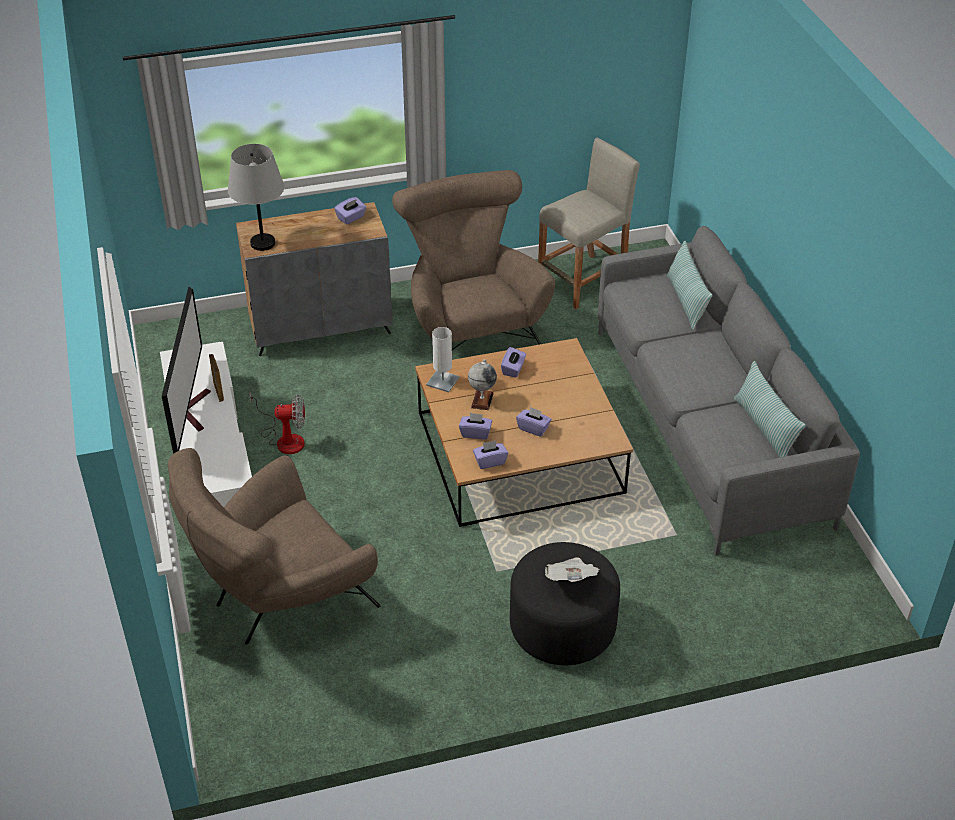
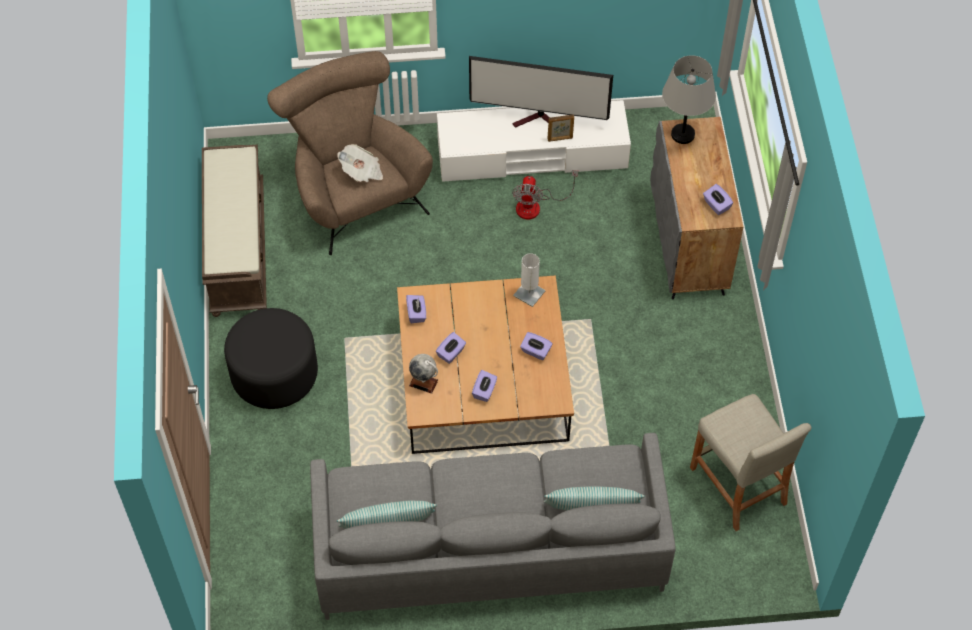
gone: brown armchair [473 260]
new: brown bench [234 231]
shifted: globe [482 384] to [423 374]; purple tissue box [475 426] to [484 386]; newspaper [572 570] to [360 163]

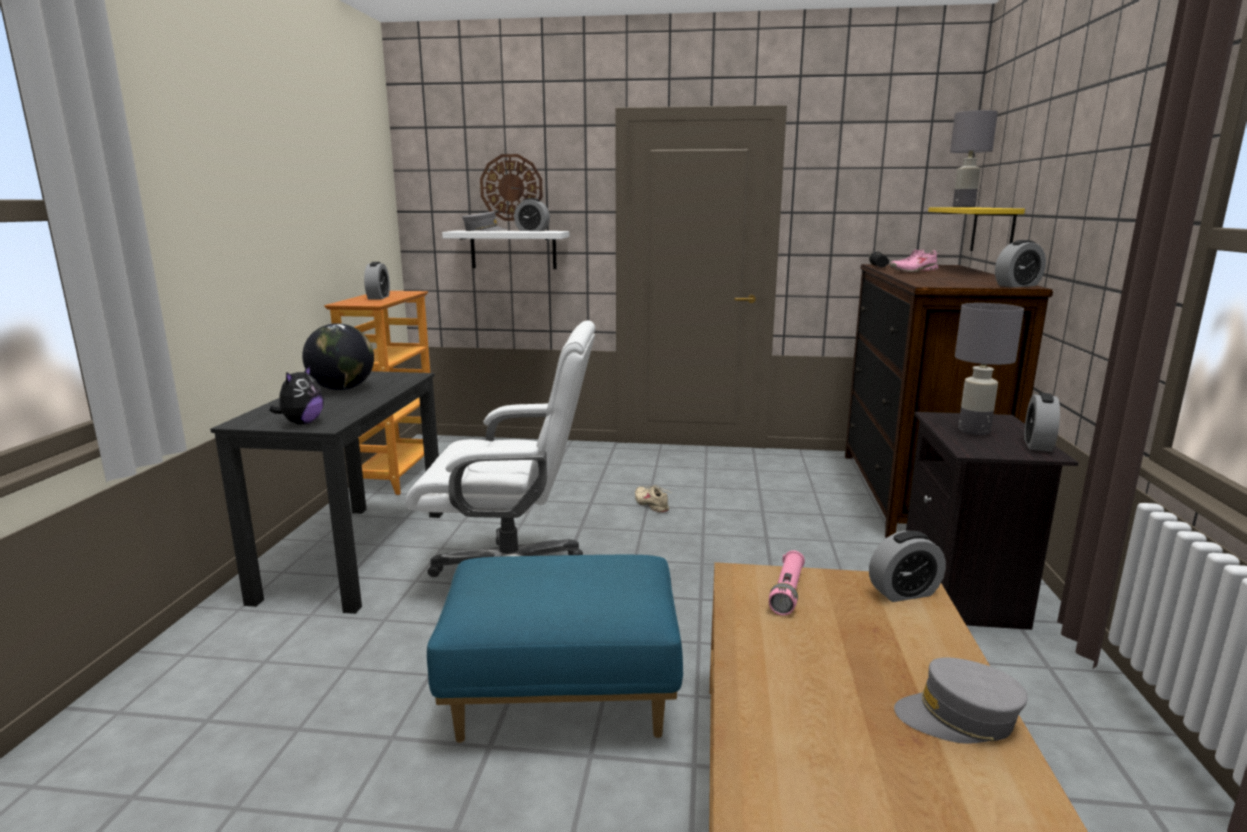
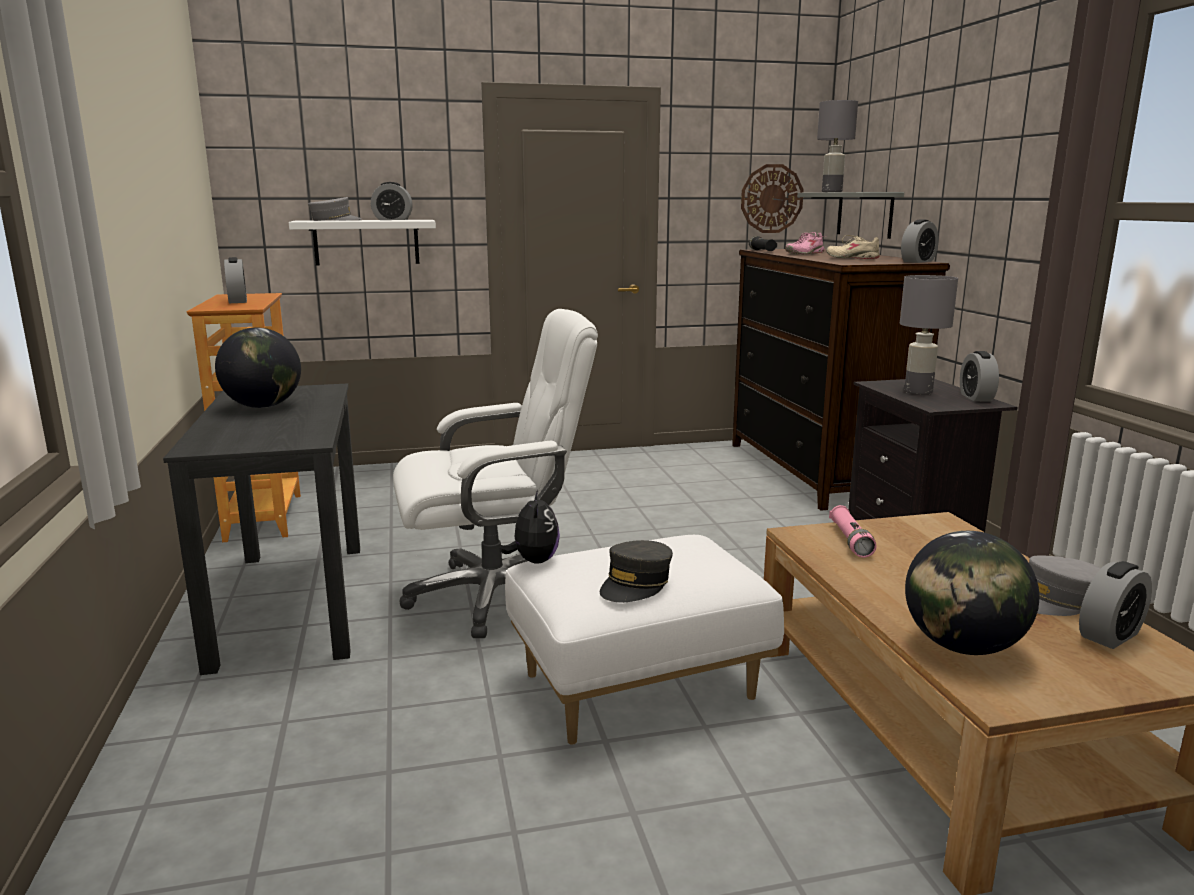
new: globe [972 593]; grey cap [636 571]
shifted: wall clock [511 187] to [772 198]; plush toy [296 395] to [529 527]; beige shoe [652 498] to [853 247]; alarm clock [907 566] to [1115 605]
repainted: yellow shelf [976 229] to grey shelf [850 215]; blue ottoman [555 649] to white ottoman [644 640]

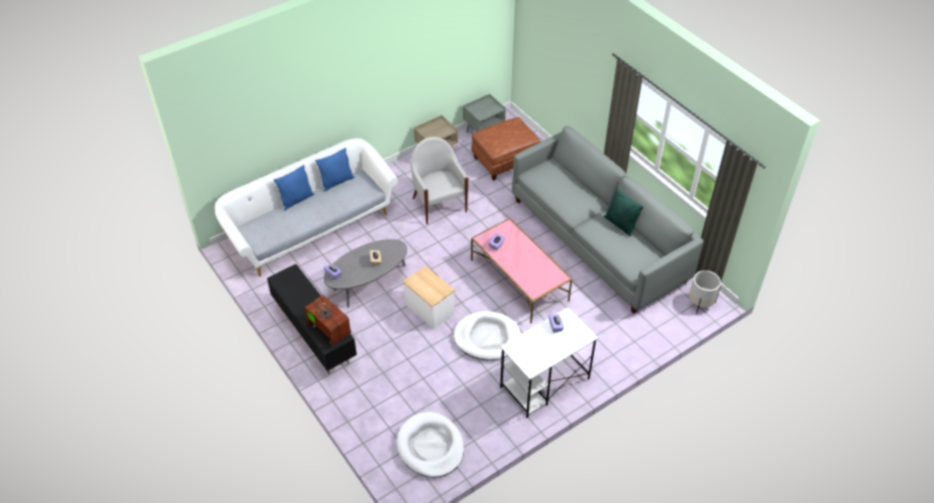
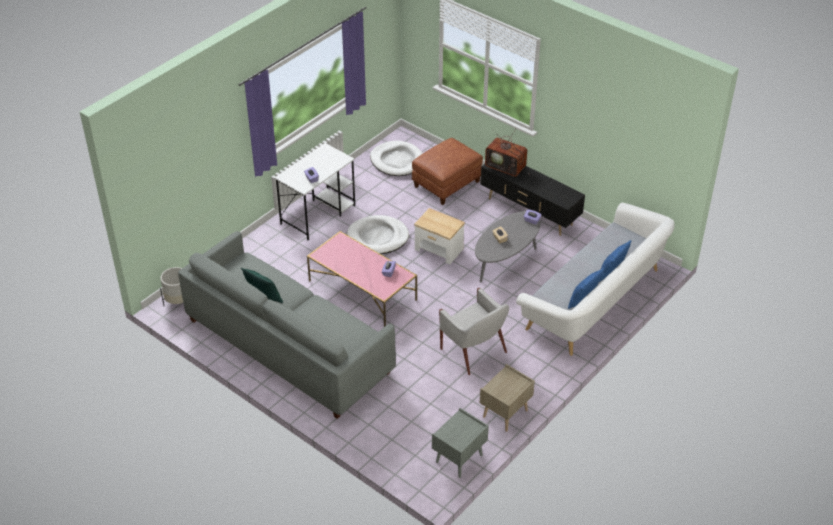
shifted: brown ottoman [505 149] to [447 171]

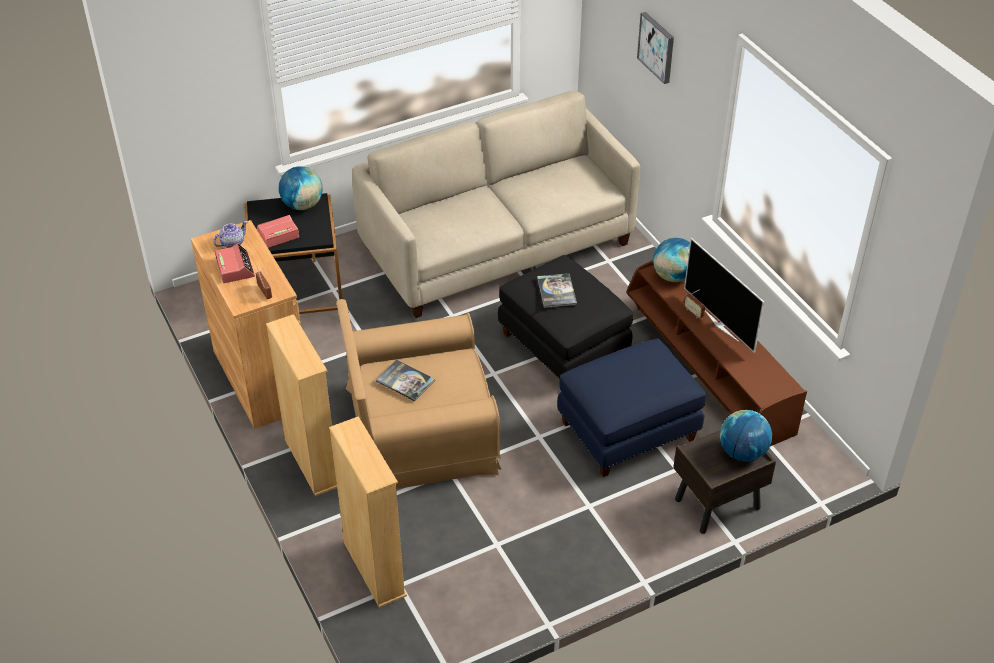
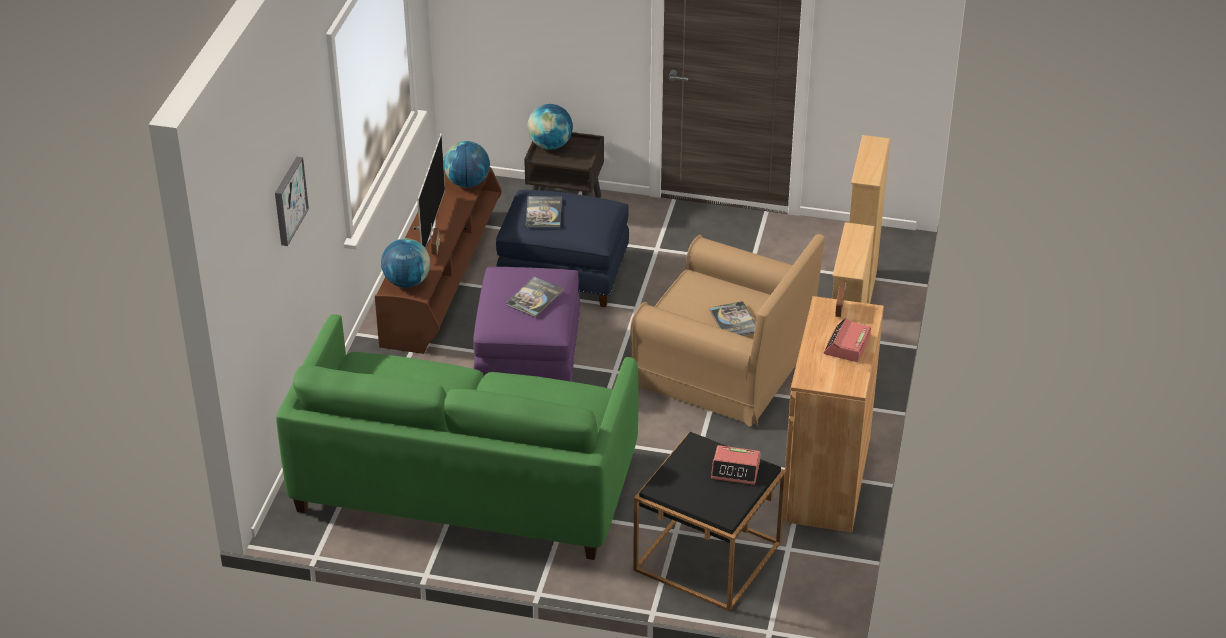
gone: teapot [230 234]
new: book [544 211]
shifted: globe [300 188] to [466 164]
repainted: beige sofa [496 204] to green sofa [457 437]; black ottoman [565 317] to purple ottoman [526 324]

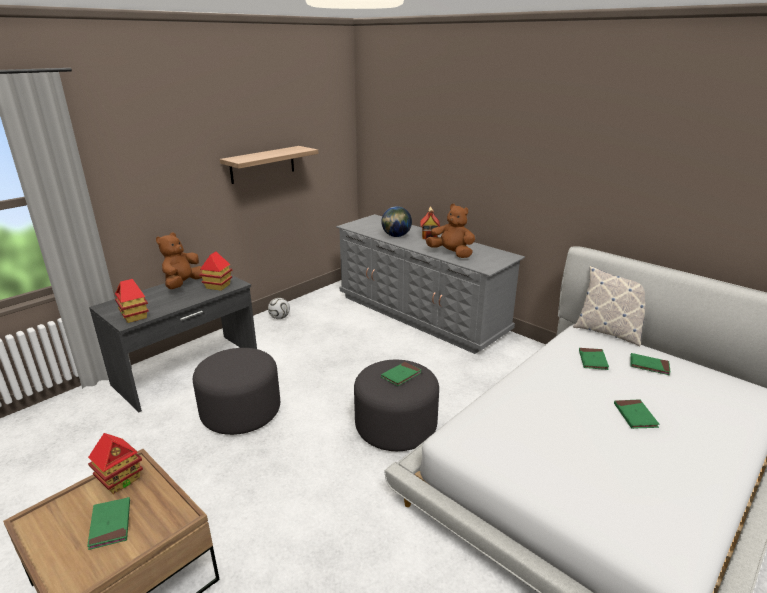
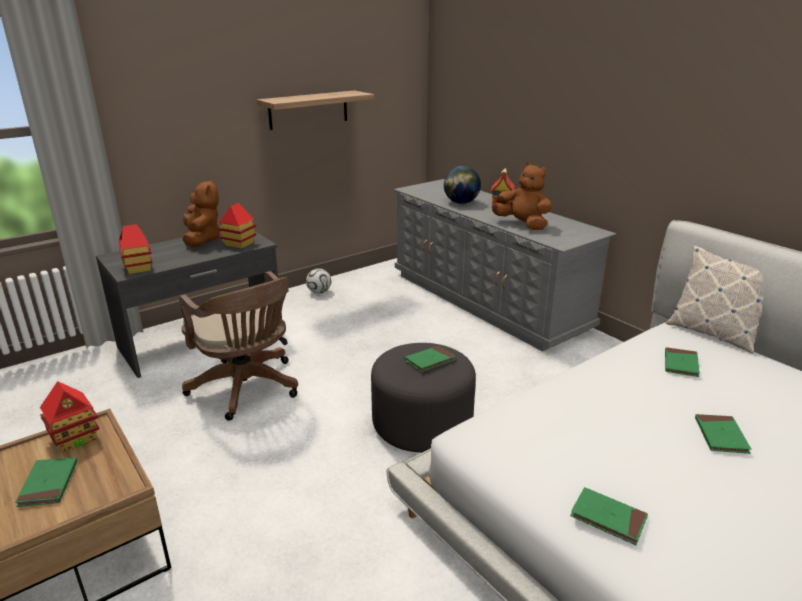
shifted: green book [650 364] to [609 516]
swapped: grey ottoman [236 391] to brown office chair [238 346]
rotated: brown plush toy [179 261] = [202 213] 135 degrees clockwise

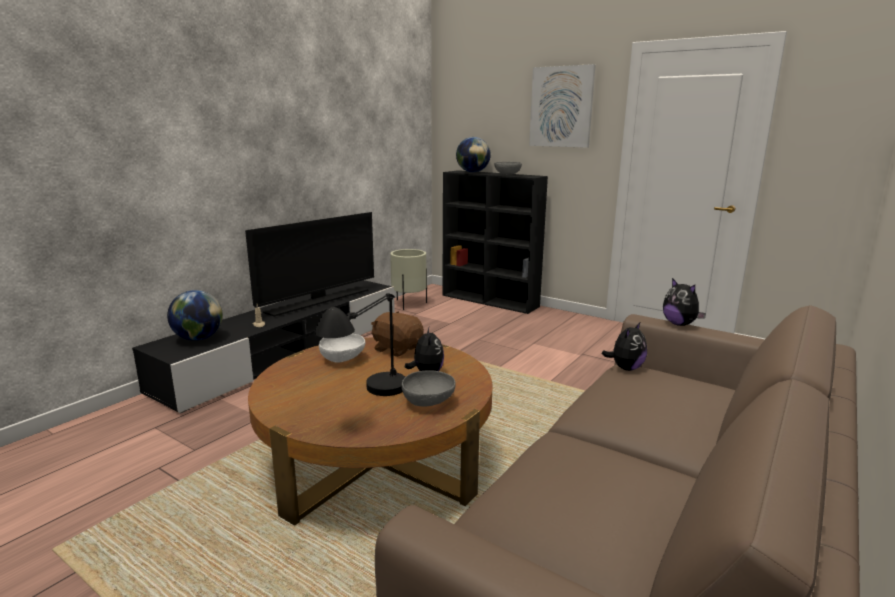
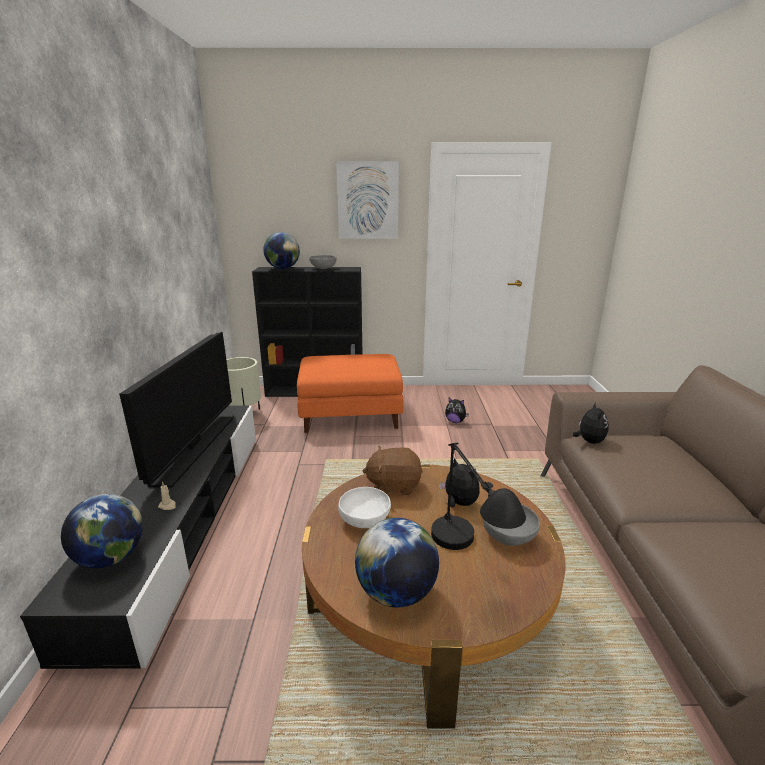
new: orange ottoman [350 393]; globe [397 562]
shifted: plush toy [684 302] to [457 410]

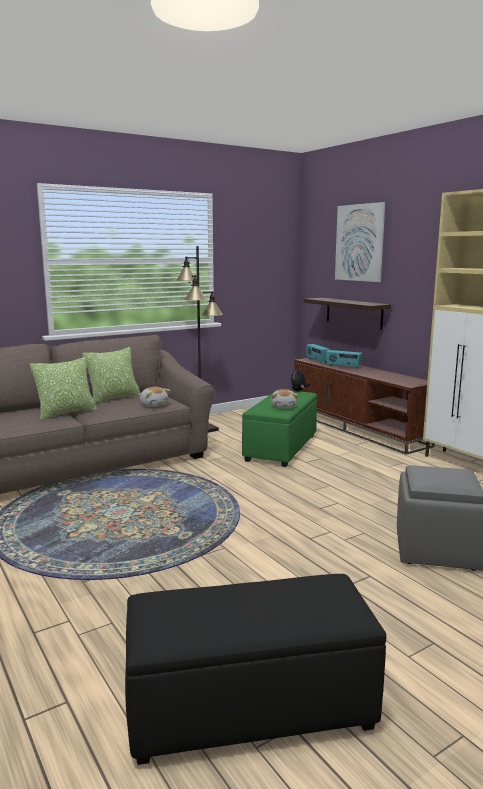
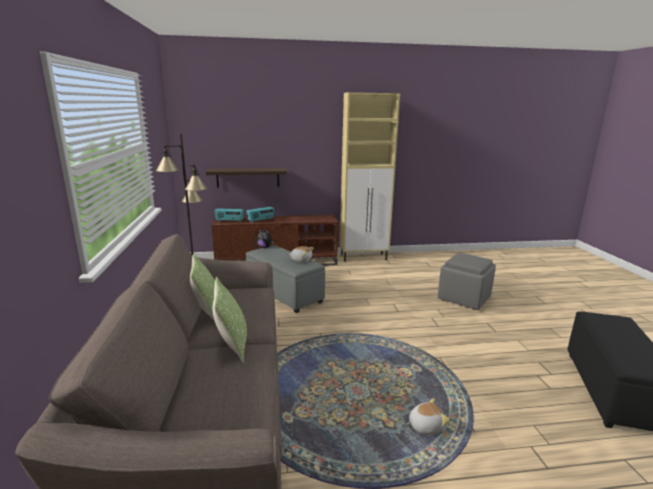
gone: picture [360 242]
shifted: plush toy [155 397] to [428 416]
repainted: green ottoman [279 428] to grey ottoman [285 279]

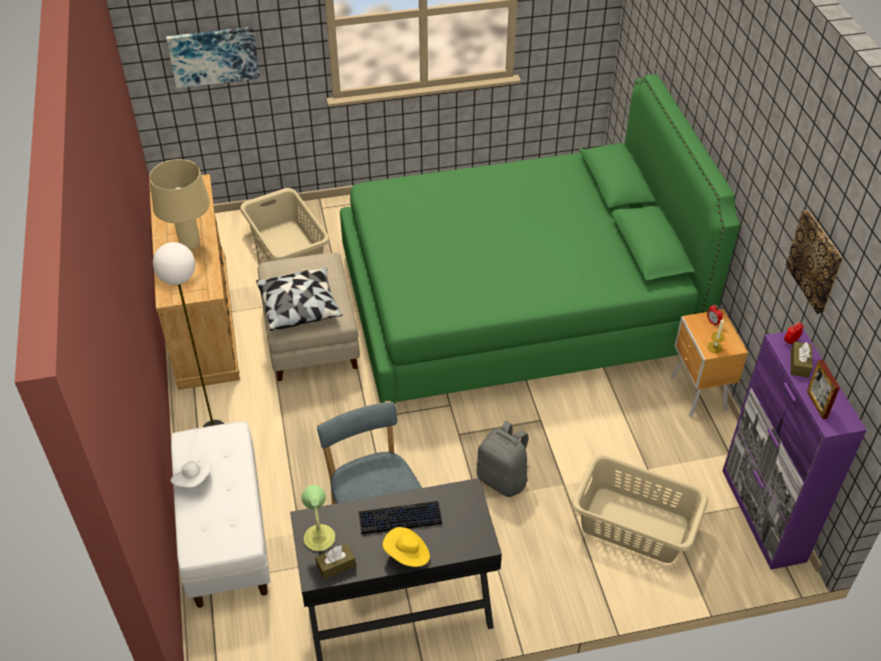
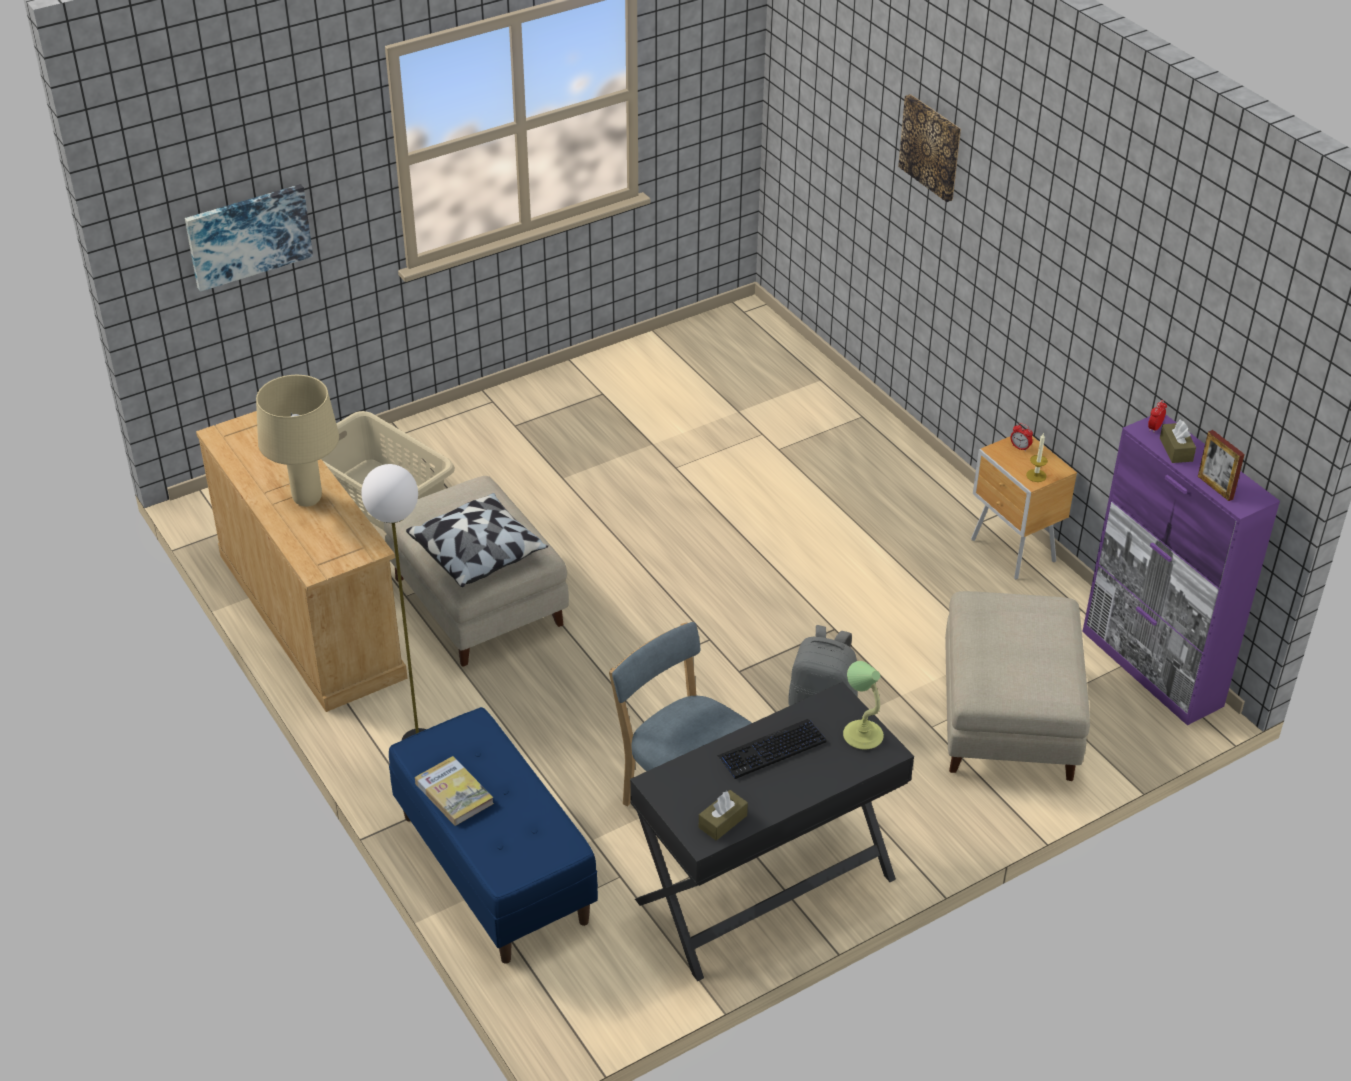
gone: green bed [540 239]; yellow hat [406 547]
shifted: picture [814 262] to [929 148]; table lamp [318 518] to [863 705]
swapped: beige laundry basket [639 508] to beige ottoman [1017 686]; white hat [191 474] to book [454 791]
repainted: white bench [221 514] to blue bench [493 835]

